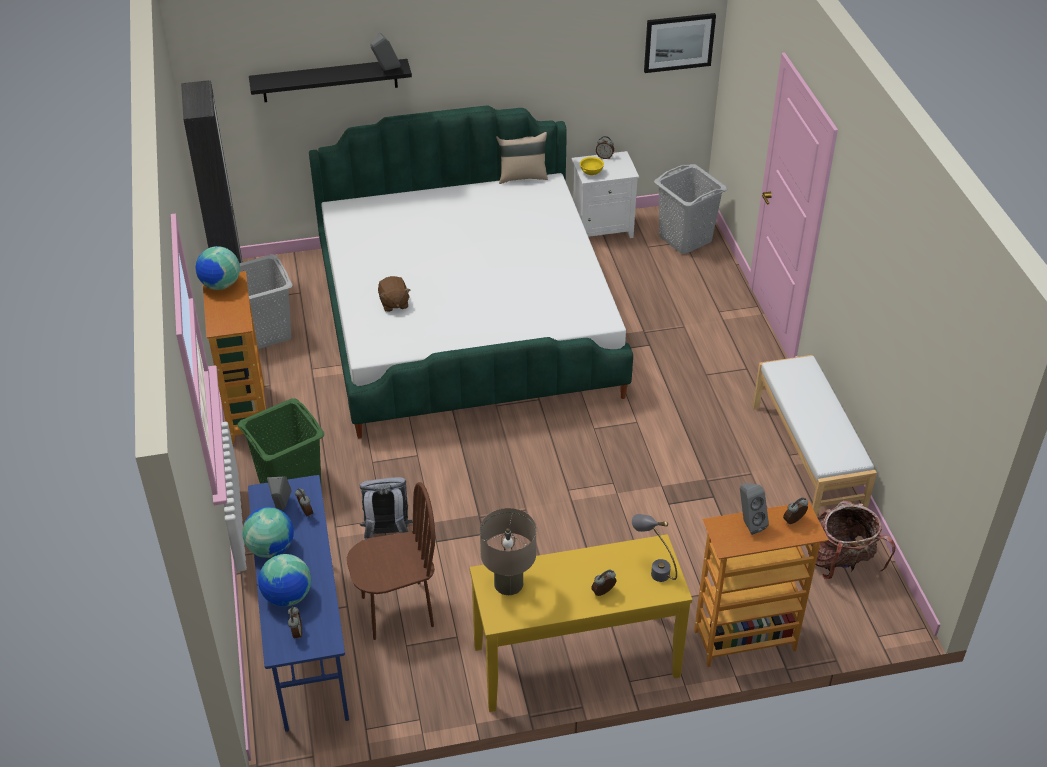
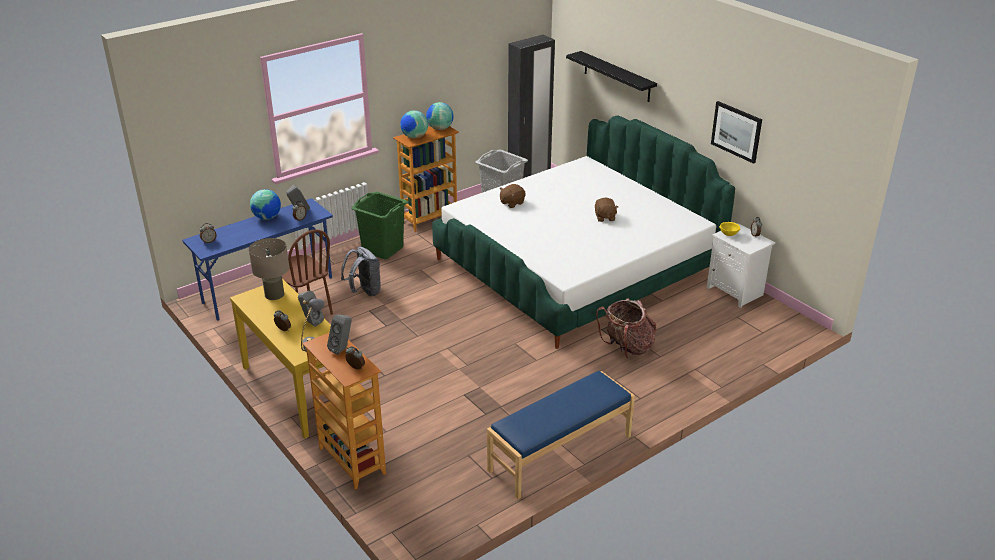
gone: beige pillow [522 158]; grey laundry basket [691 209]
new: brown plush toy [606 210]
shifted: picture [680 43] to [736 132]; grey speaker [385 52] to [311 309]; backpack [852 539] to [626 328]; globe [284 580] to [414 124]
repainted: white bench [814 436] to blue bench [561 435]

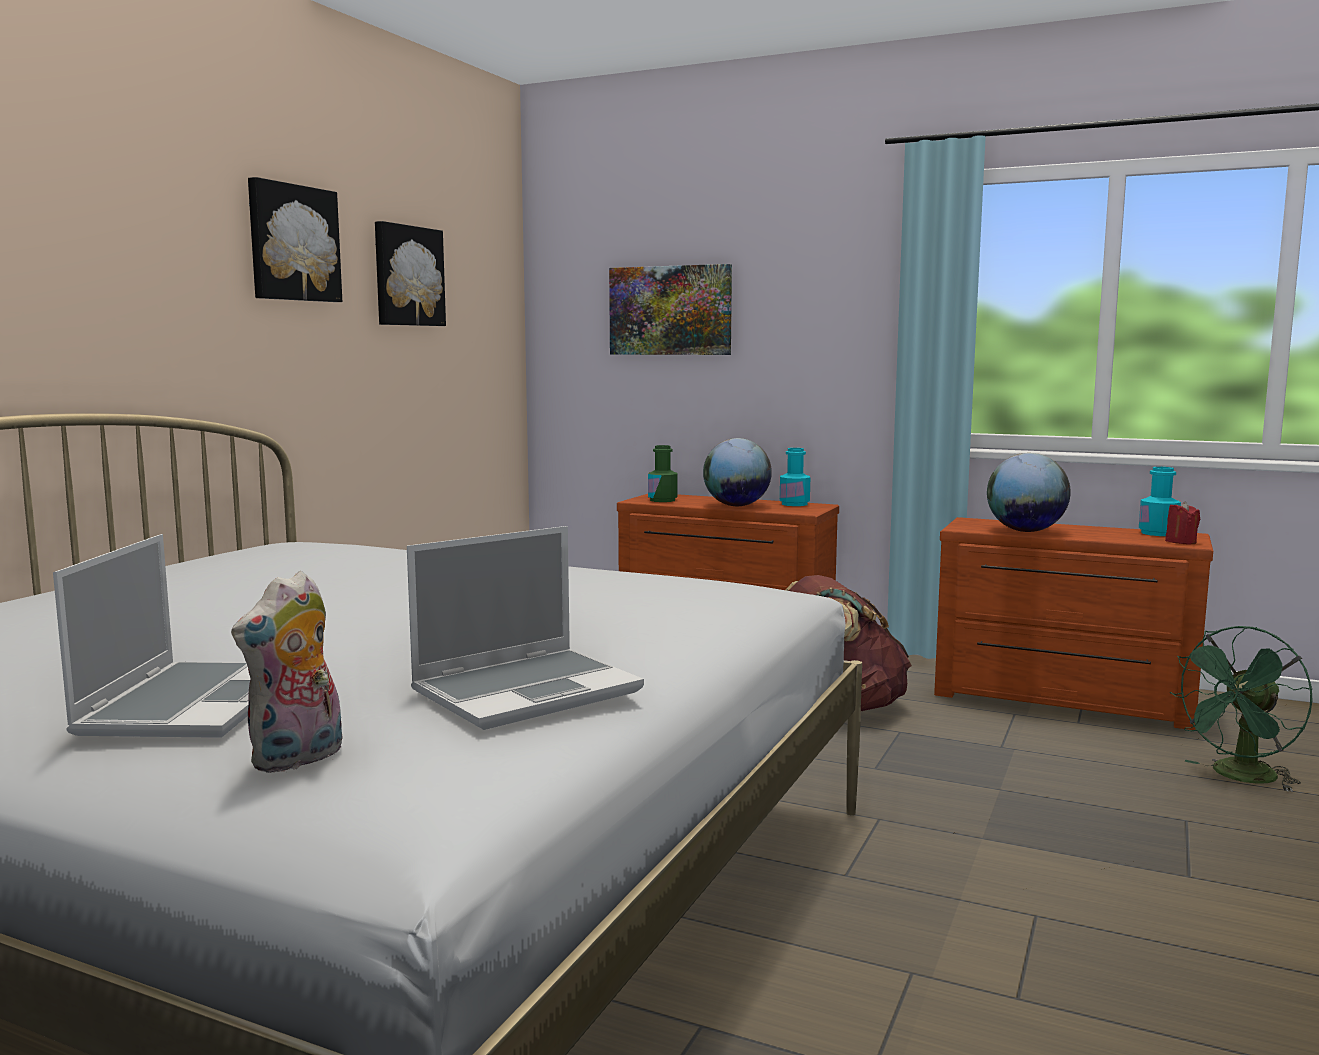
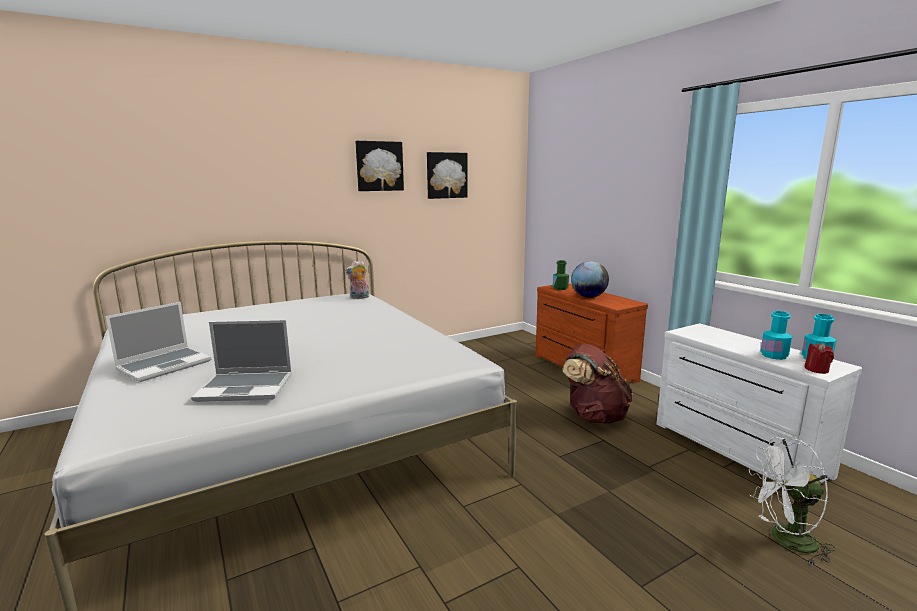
gone: picture [670 309]; globe [1029 492]
shifted: turquoise bottle [795 477] to [776 335]; plush toy [287 672] to [357 279]
repainted: brown dresser [1073 623] to white dresser [759 403]; green fan [1241 709] to white fan [792 501]

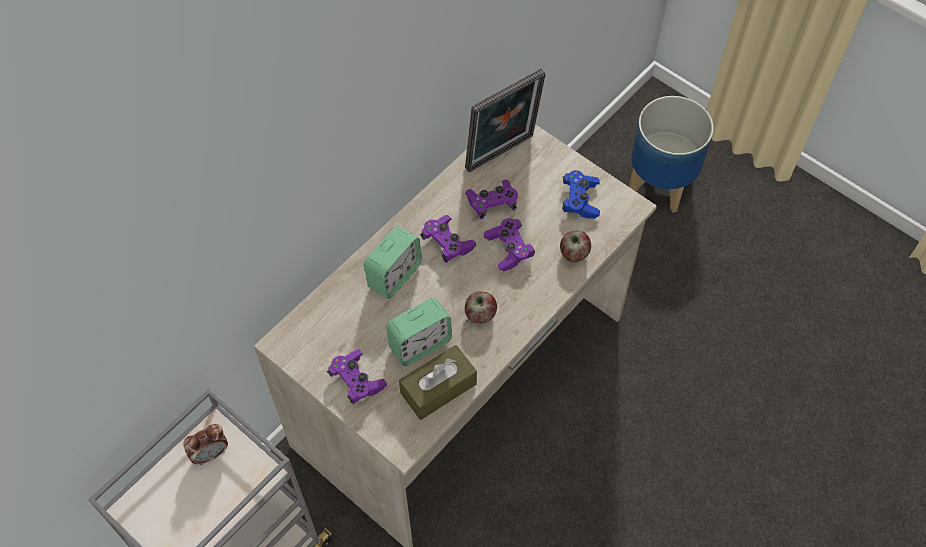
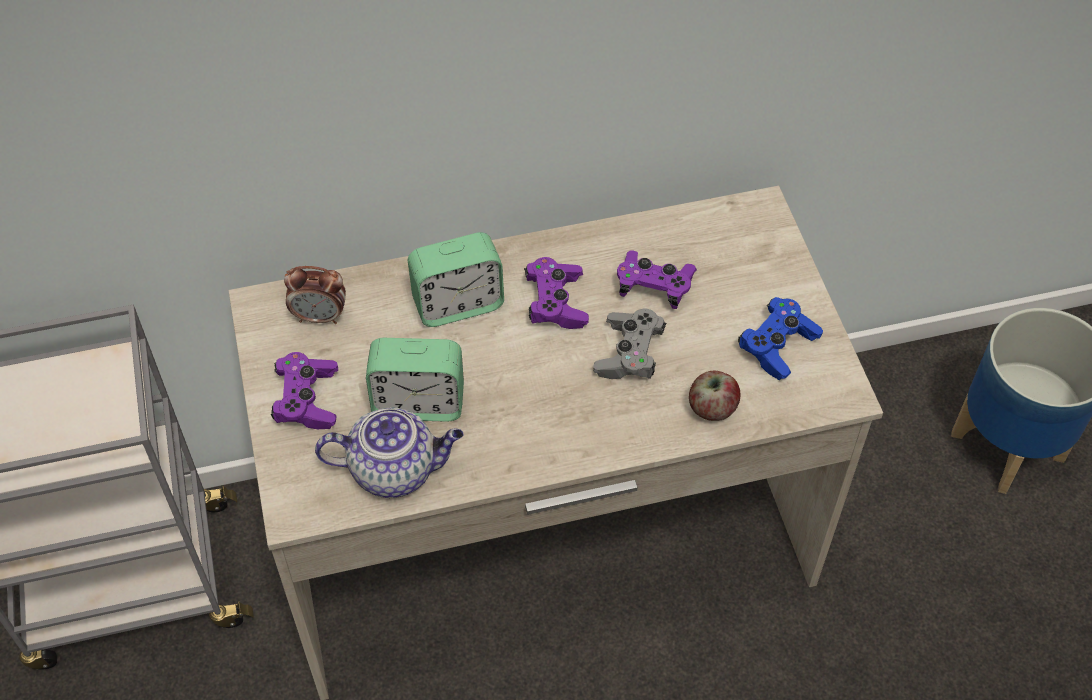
gone: picture frame [505 120]; apple [481 307]
shifted: alarm clock [205 444] to [315 295]
swapped: brown tissue box [438 382] to teapot [389 452]
repainted: purple game controller [509 245] to grey game controller [630 344]

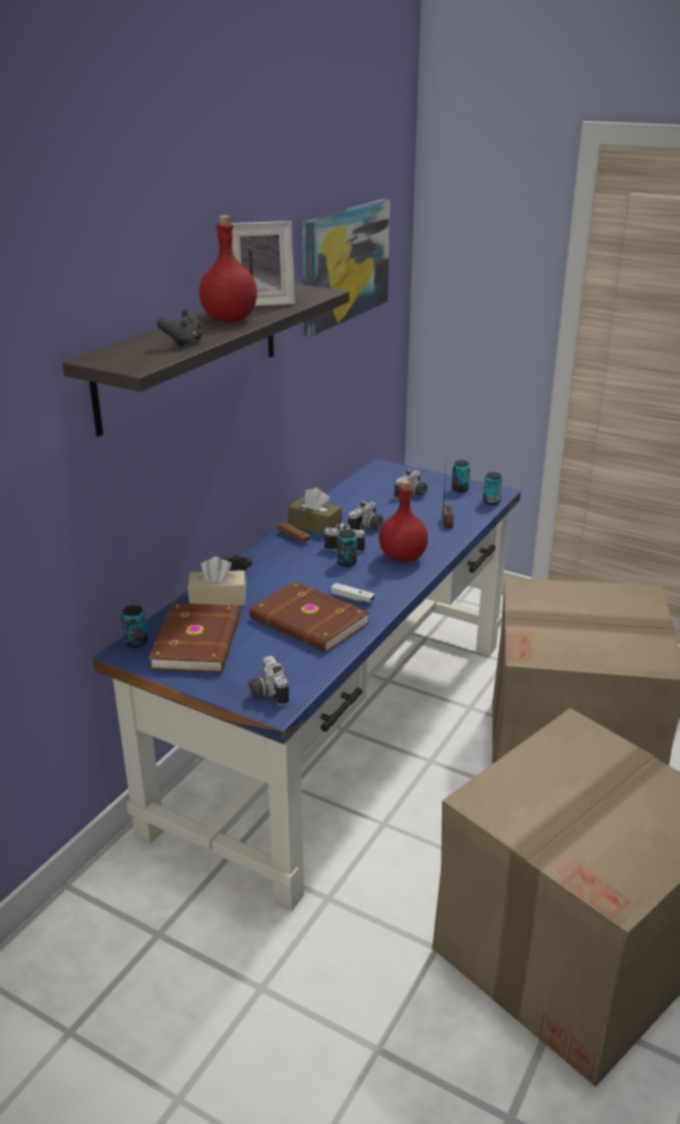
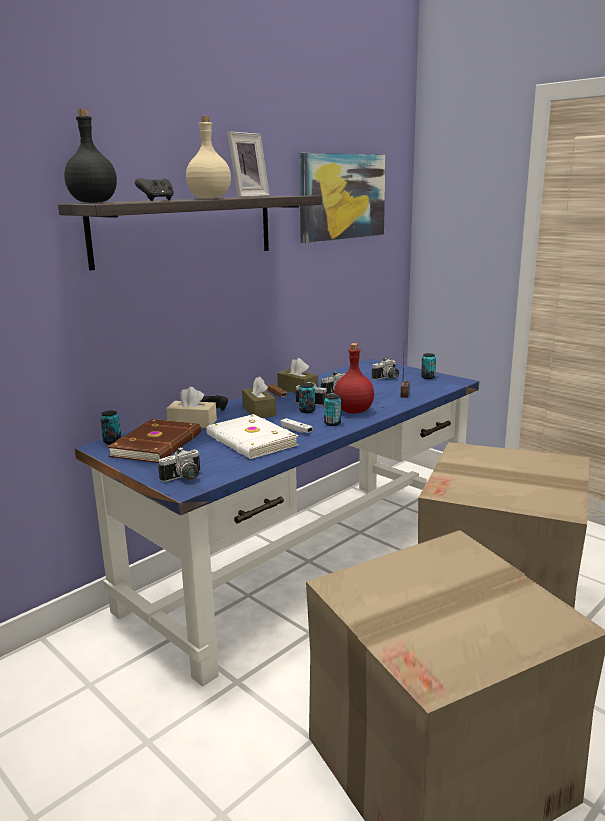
new: black bottle [90 156]; brown tissue box [259 397]
shifted: can [492 488] to [332 410]
repainted: red bottle [228 268] to beige bottle [208 157]; brown book [309 616] to white book [252 436]
rotated: picture frame [263 263] = [248 164] 60 degrees counterclockwise; photo camera [269 681] = [179 464] 120 degrees counterclockwise

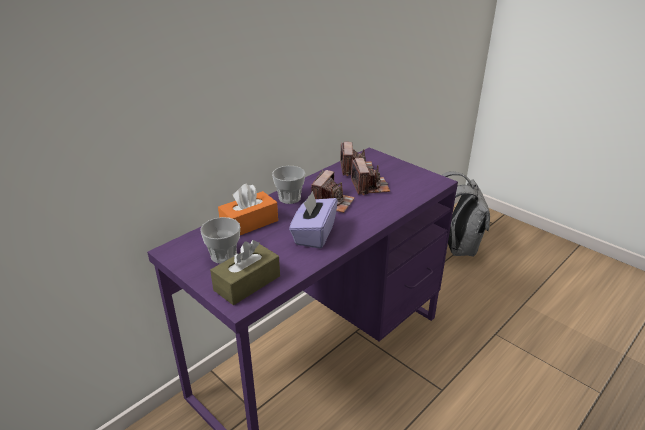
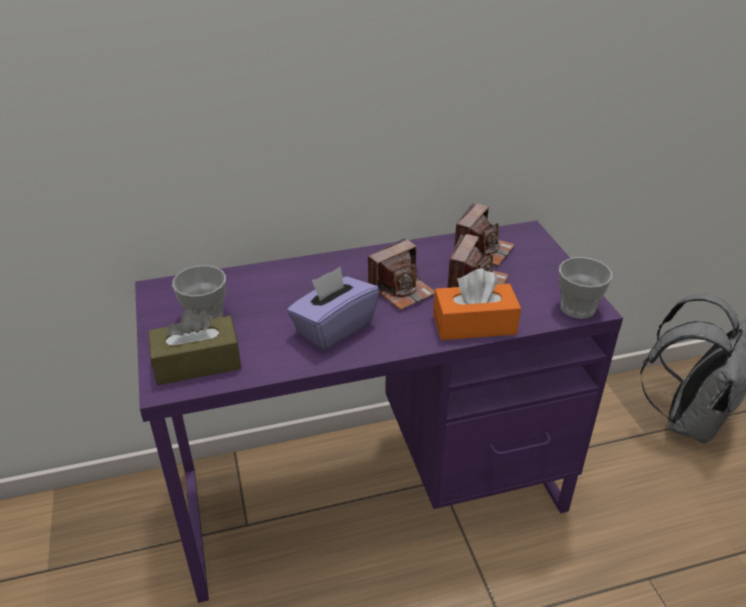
shifted: cup [288 185] to [585 288]; orange tissue box [248 209] to [477 304]

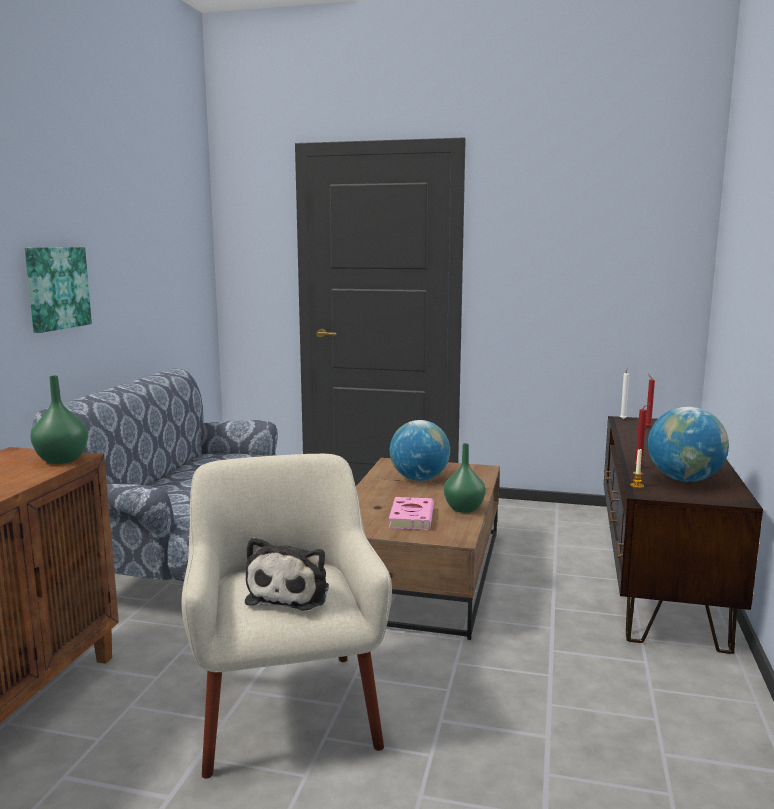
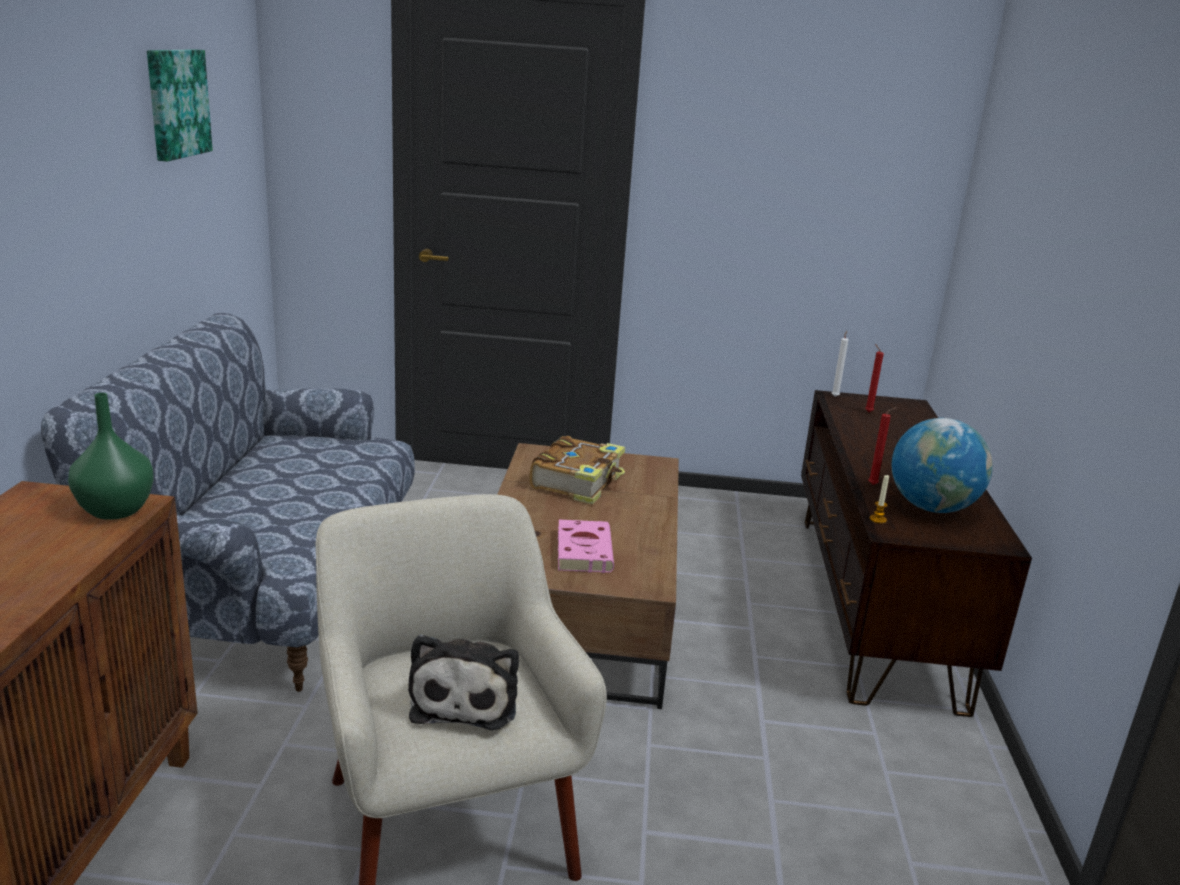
gone: green vase [465 478]
shifted: picture [58 290] to [180 105]
swapped: globe [420 450] to book [577 470]

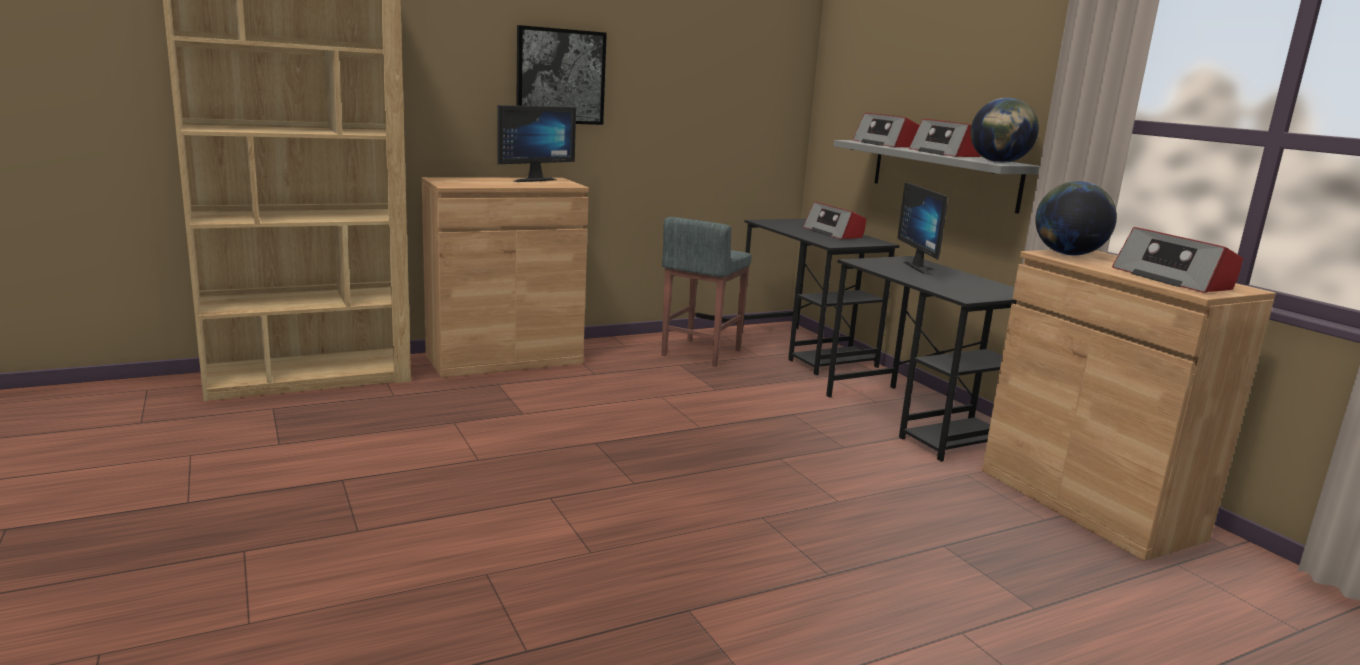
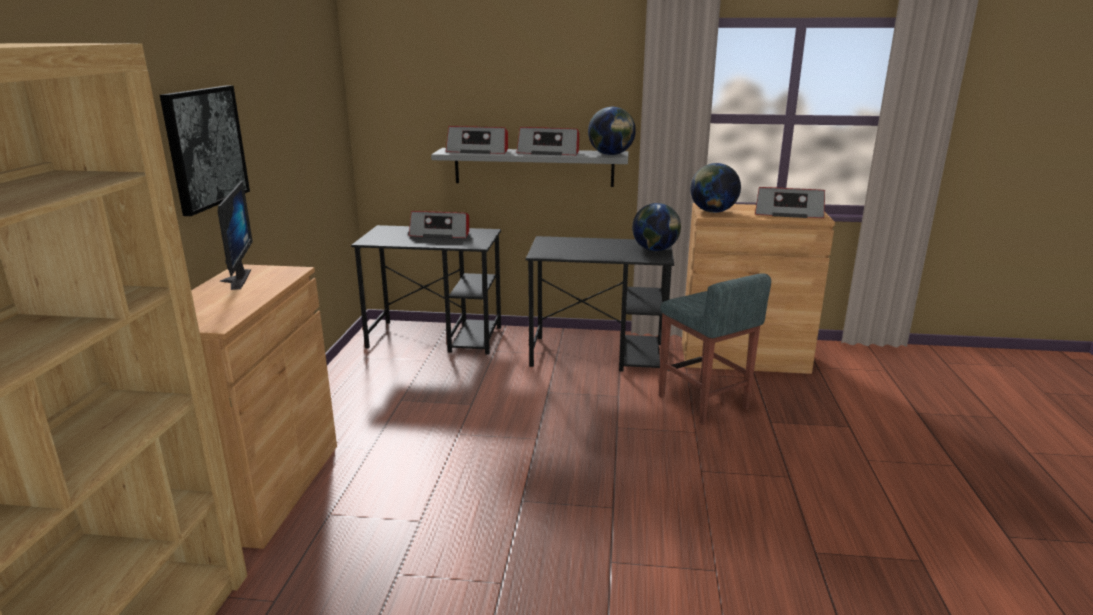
gone: monitor [922 228]
new: globe [656 227]
shifted: grey stool [706 292] to [715 349]

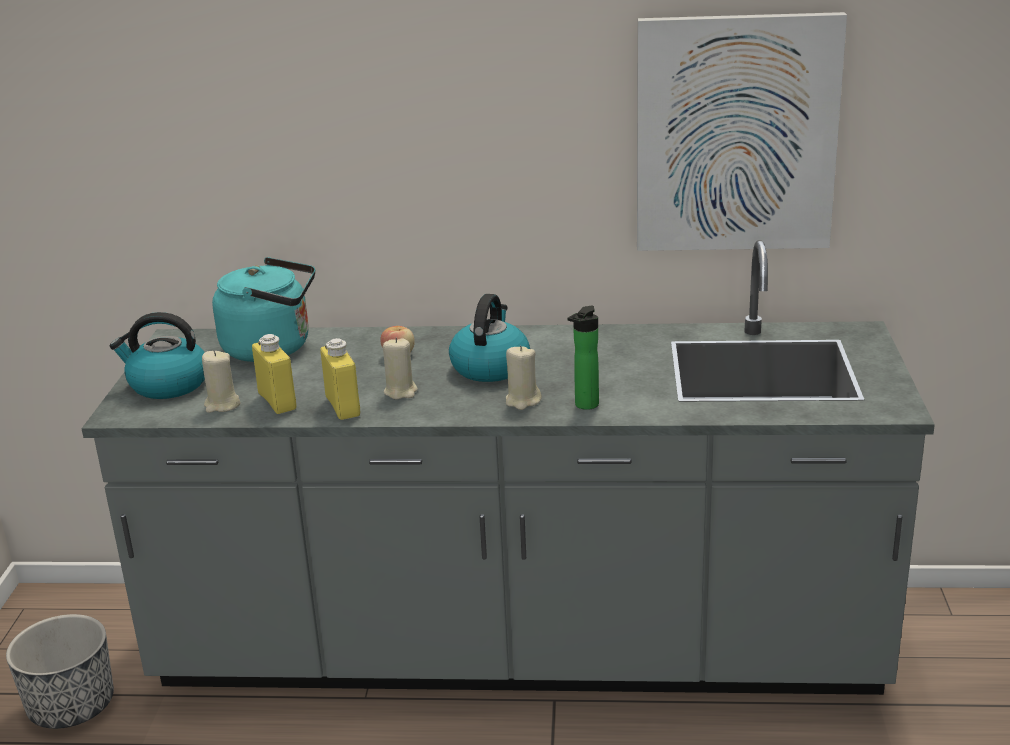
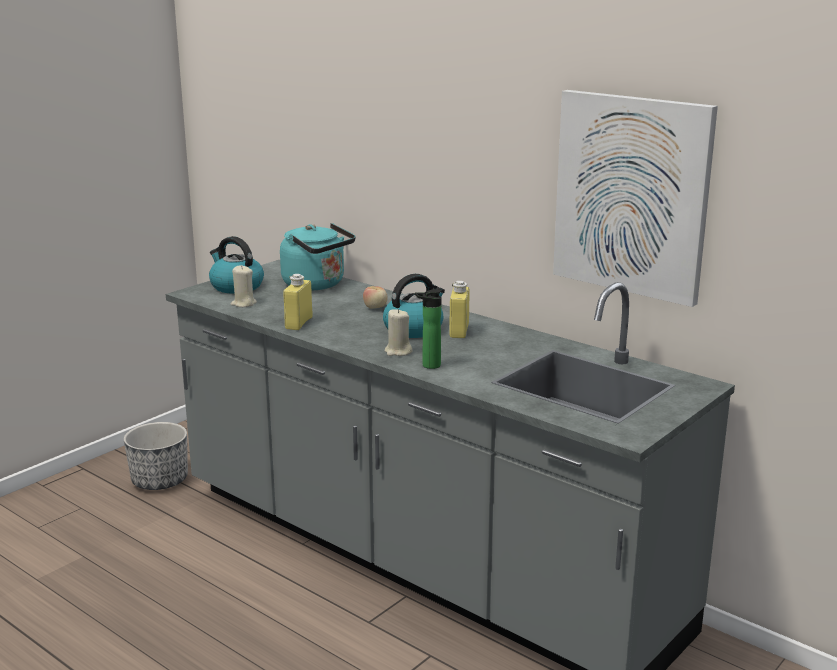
gone: beige candle [400 369]
shifted: yellow bottle [274 374] to [459 309]

